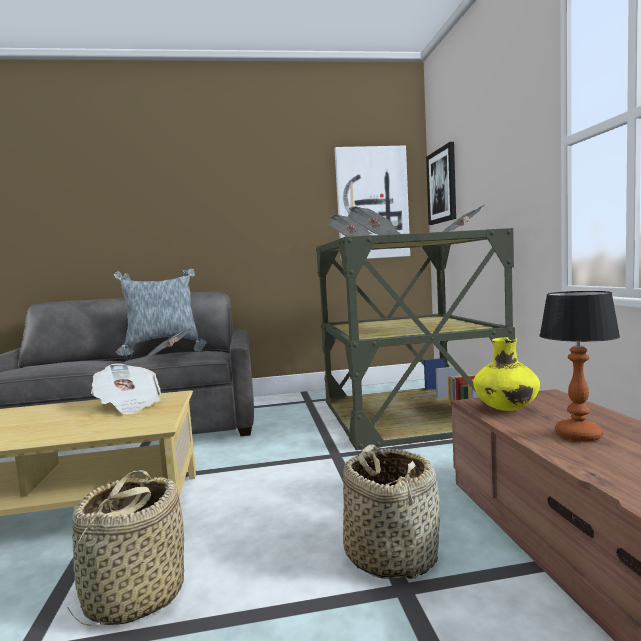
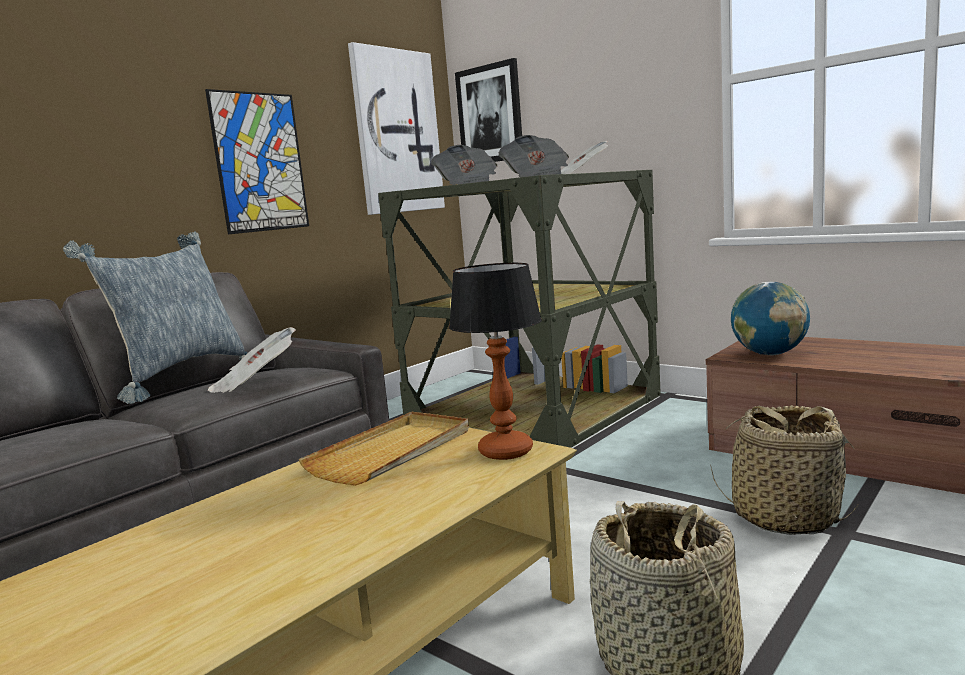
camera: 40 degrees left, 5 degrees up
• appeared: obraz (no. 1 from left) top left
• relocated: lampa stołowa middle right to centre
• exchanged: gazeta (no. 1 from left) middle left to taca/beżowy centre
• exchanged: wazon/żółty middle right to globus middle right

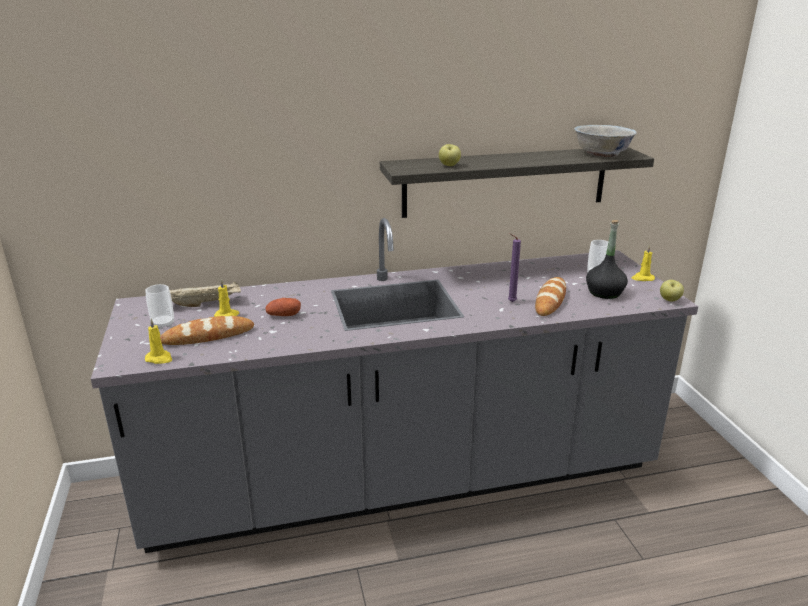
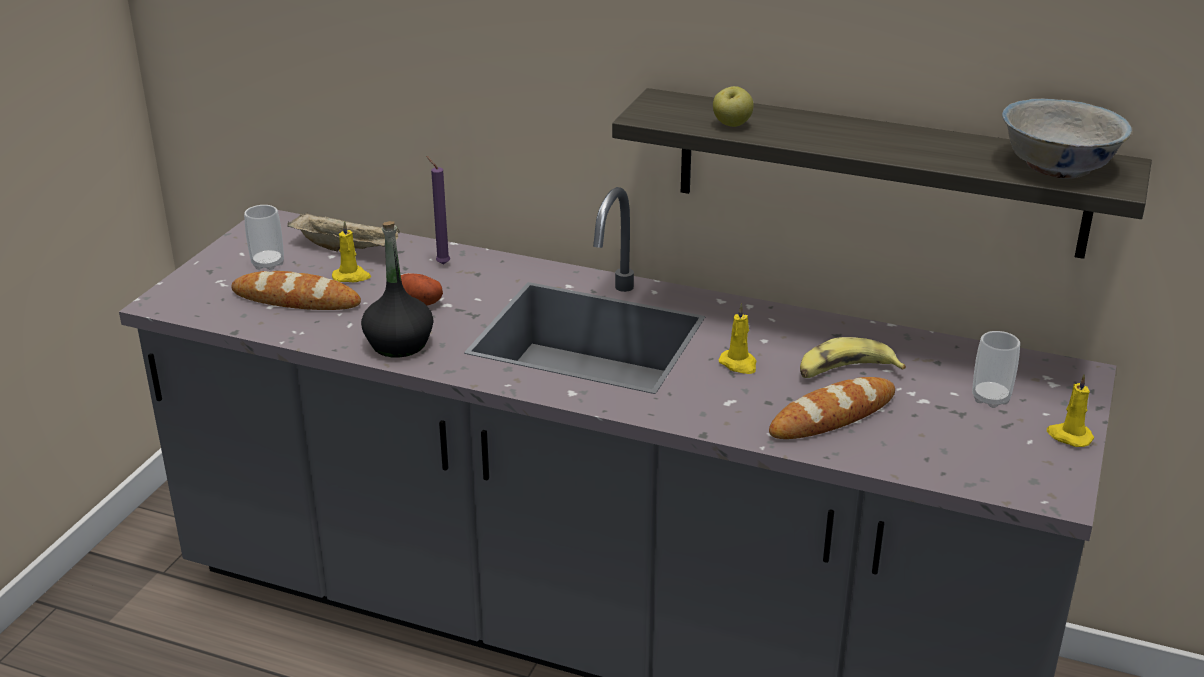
camera: 35 degrees right, 5 degrees up
• missing: jabłko (no. 2 from left) middle right
• appeared: banan middle right
• relocated: świeca/żółty (no. 1 from left in the first image) middle left to świeca/żółty (no. 2 from left) centre
• relocated: świeca/fioletowy centre to top centre
• relocated: butelka/czarny middle right to middle left

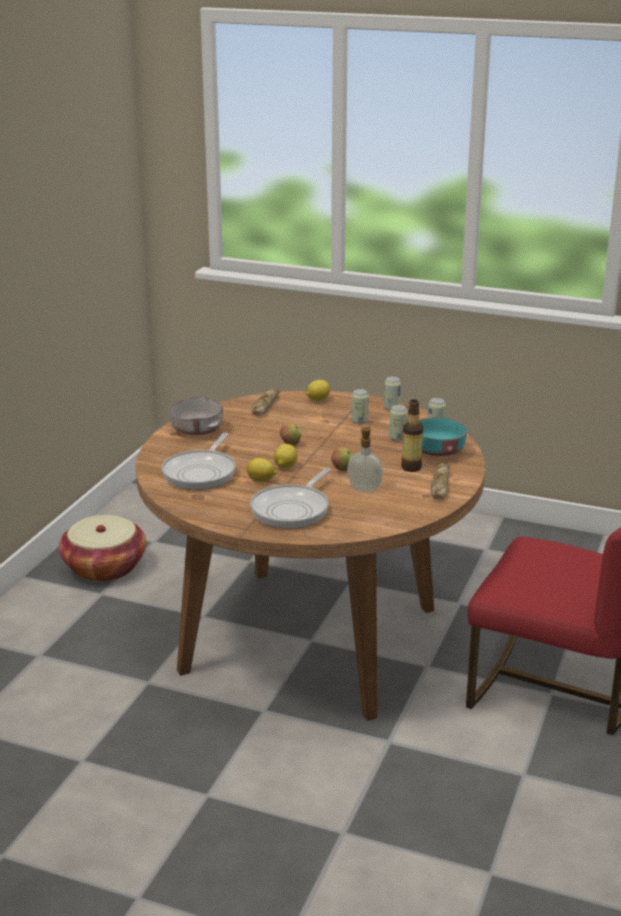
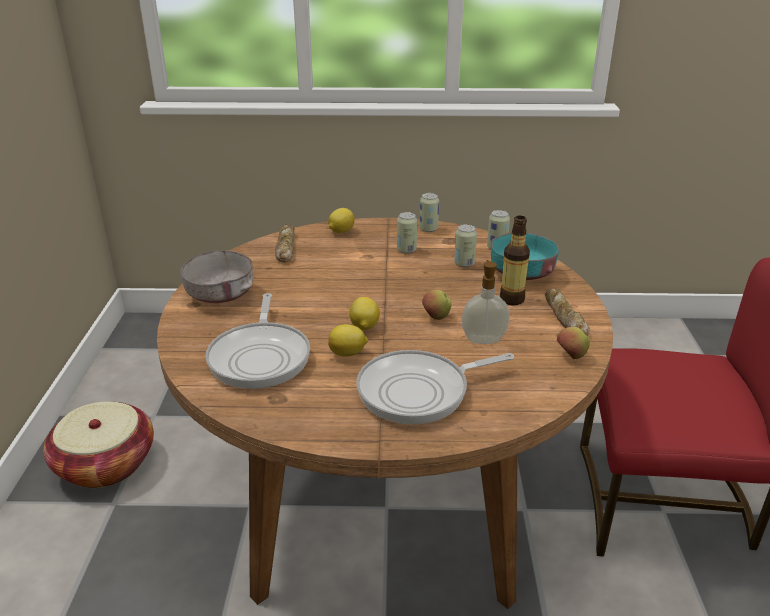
camera: 20 degrees left, 5 degrees up
• relocated: jabłko (no. 1 from left in the first image) centre to jabłko (no. 2 from left) middle right
• spun: patelnia (no. 2 from left) centre = centre 60 degrees clockwise

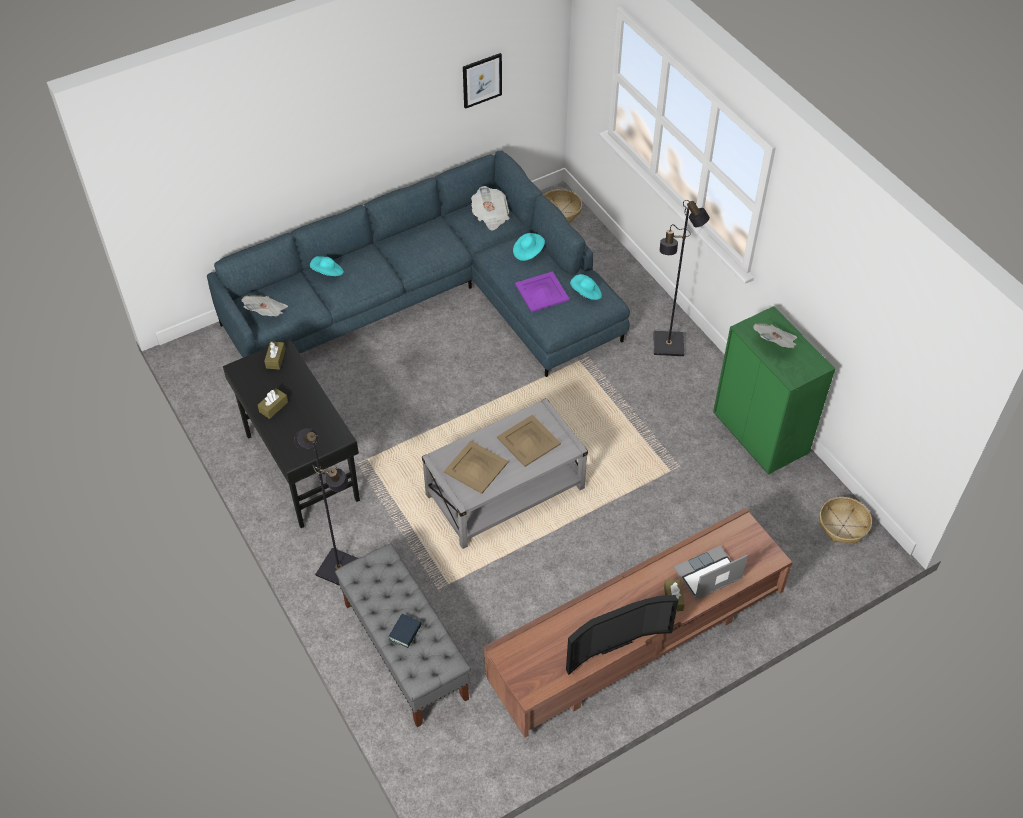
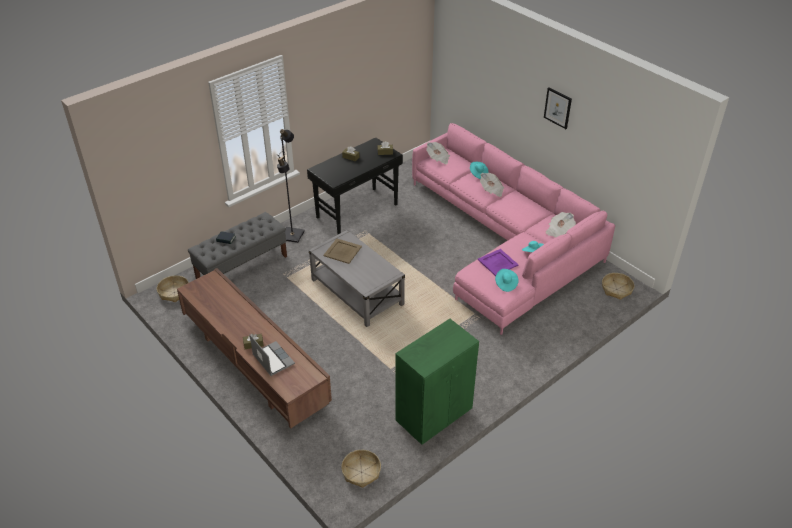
camera: 80 degrees right, 10 degrees down
• missing: taca/beżowy (no. 2 from left) centre
• missing: telewizor bottom centre
• missing: lampa stojąca/czarny (no. 2 from left) middle right
• appeared: koszyk (no. 1 from left) middle left
• relocated: obraz top centre to top right
• relocated: gazeta (no. 3 from left in the first image) middle right to gazeta (no. 2 from left) centre
• colour: kanapa/niebieski top centre to kanapa/różowy centre

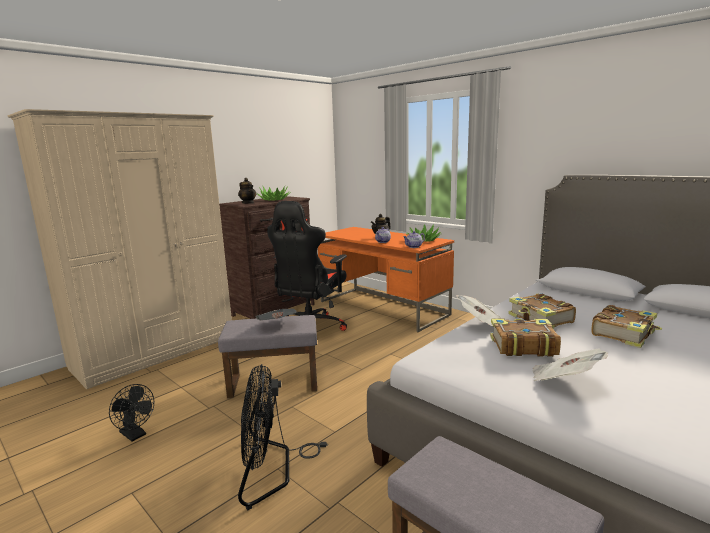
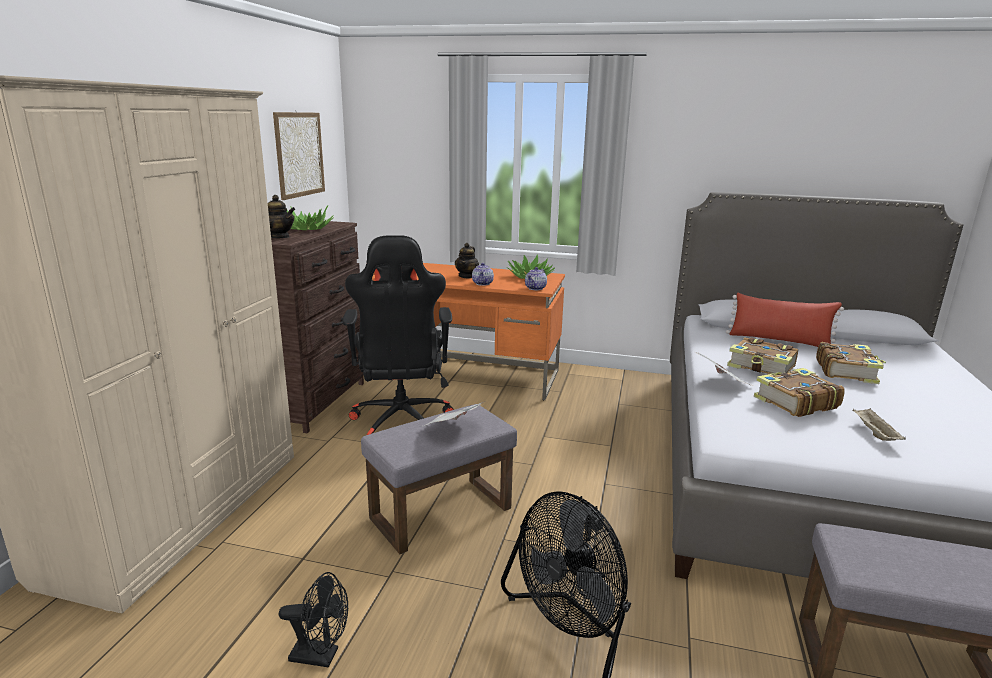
camera: 30 degrees left, 5 degrees up
• appeared: obraz top left
• appeared: poduszka/czerwony middle right
• exchanged: gazeta (no. 3 from left) bottom right to taca/beżowy middle right

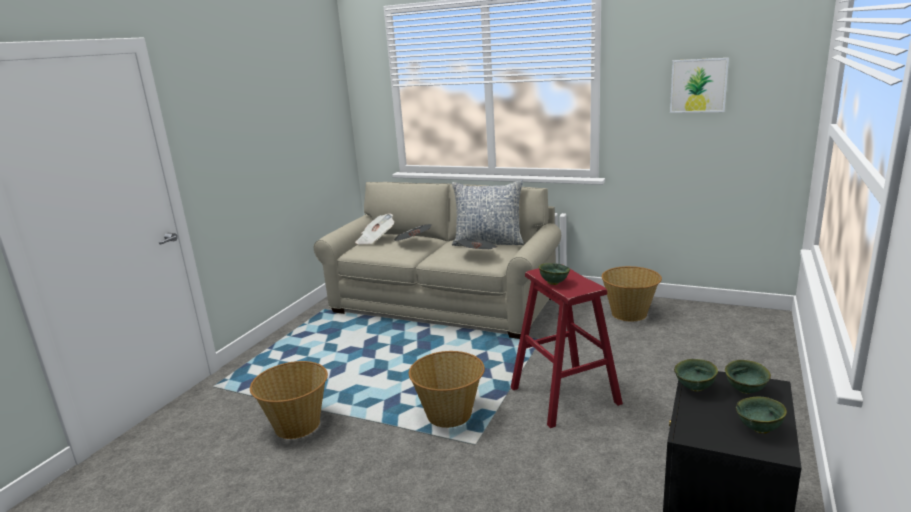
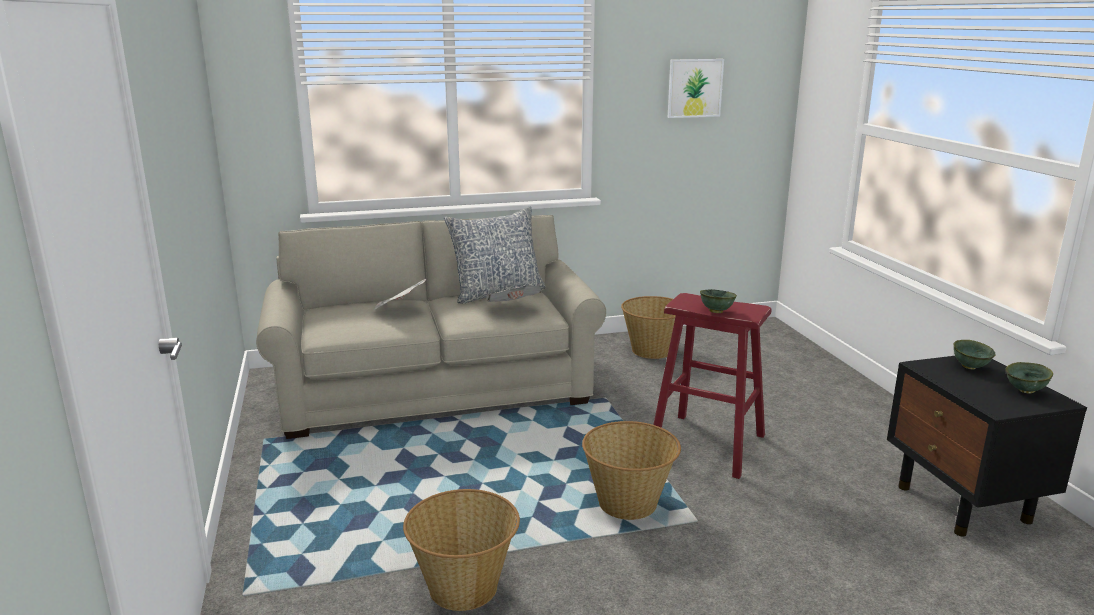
camera: 40 degrees left, 0 degrees up
• missing: gazeta (no. 1 from left) centre
• missing: miska/zielony (no. 2 from left) bottom right

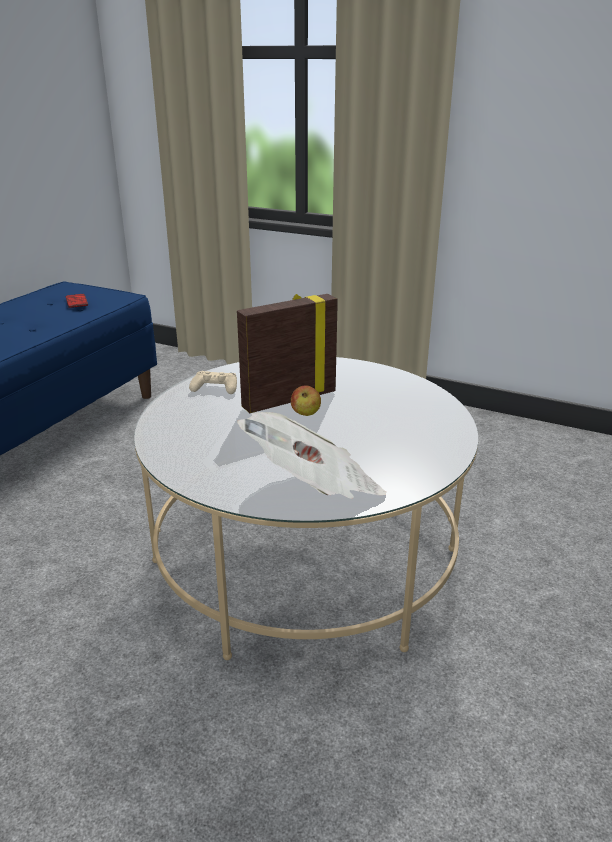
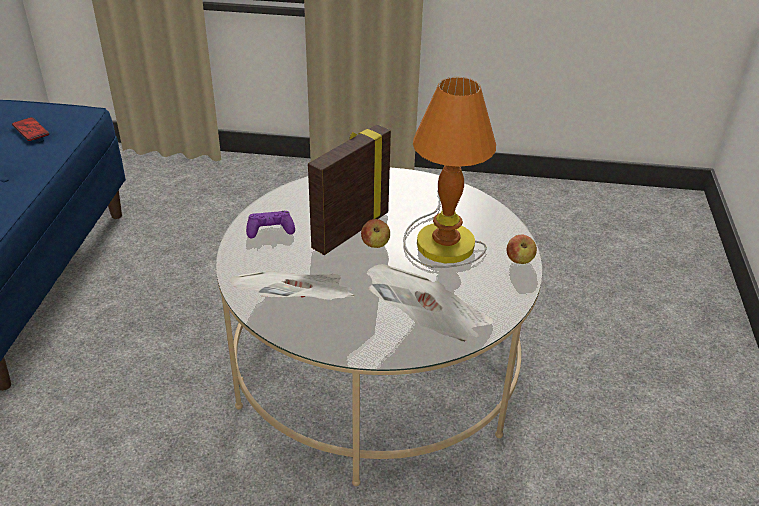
camera: 20 degrees left, 10 degrees up
• appeared: gazeta (no. 1 from left) centre
• appeared: lampa stołowa centre
• appeared: jabłko (no. 2 from left) middle right
• colour: pad do gier/beżowy centre to pad do gier/fioletowy centre

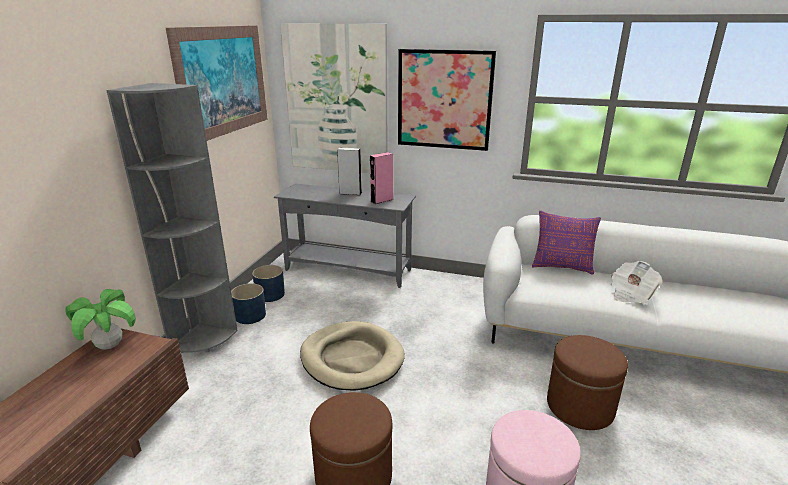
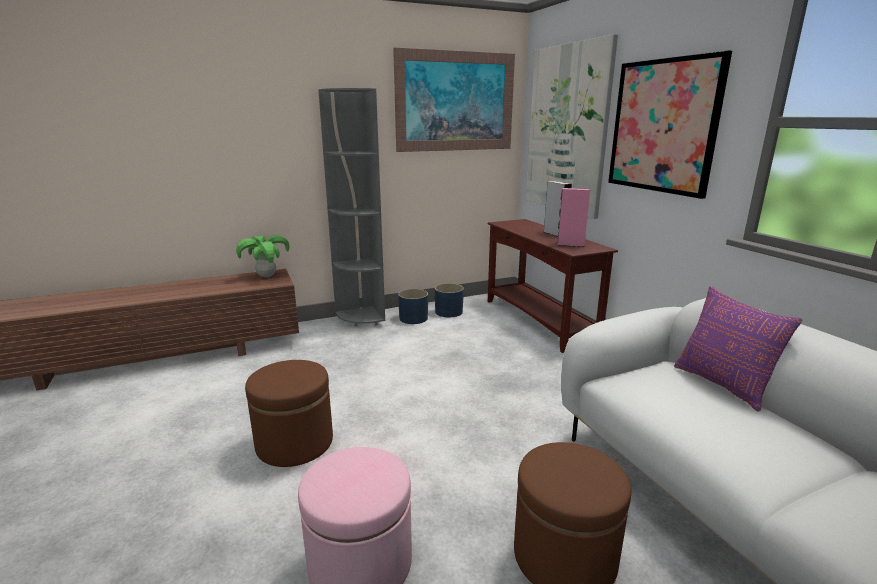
camera: 50 degrees right, 5 degrees down
• missing: legowisko/beżowy bottom centre
• missing: gazeta middle right
• colour: stolik konsolowy/szary centre to stolik konsolowy/brązowy centre

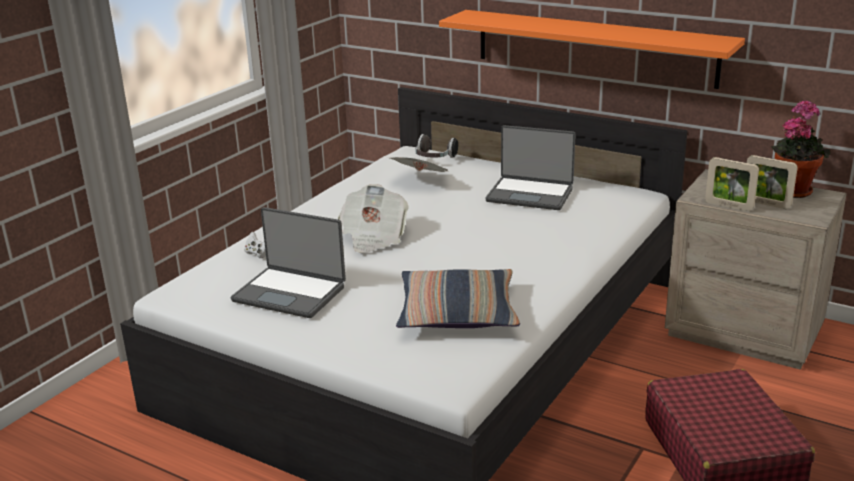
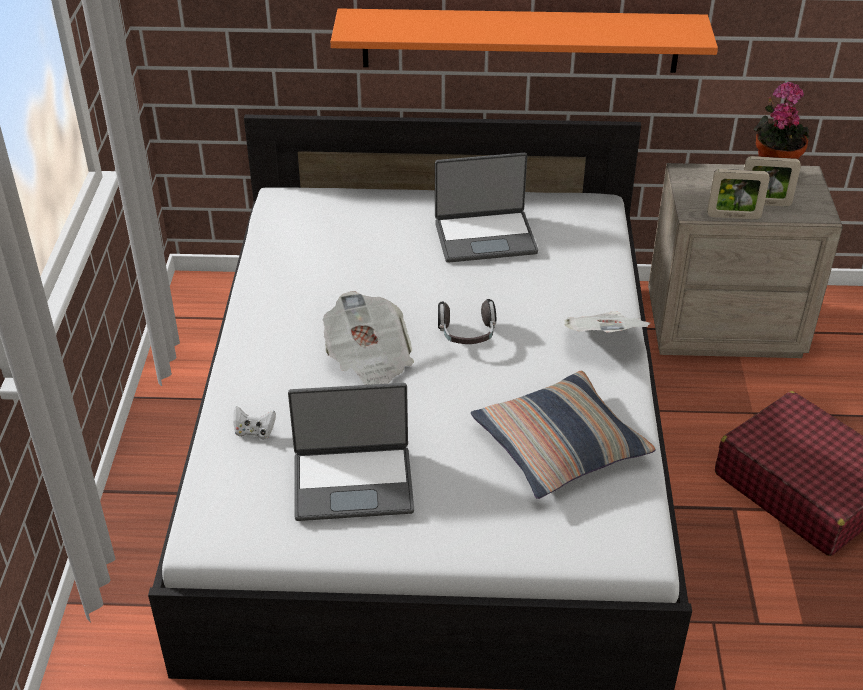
camera: 30 degrees left, 15 degrees up
• relocated: gazeta (no. 2 from left) centre to middle right
• relocated: słuchawki top centre to centre

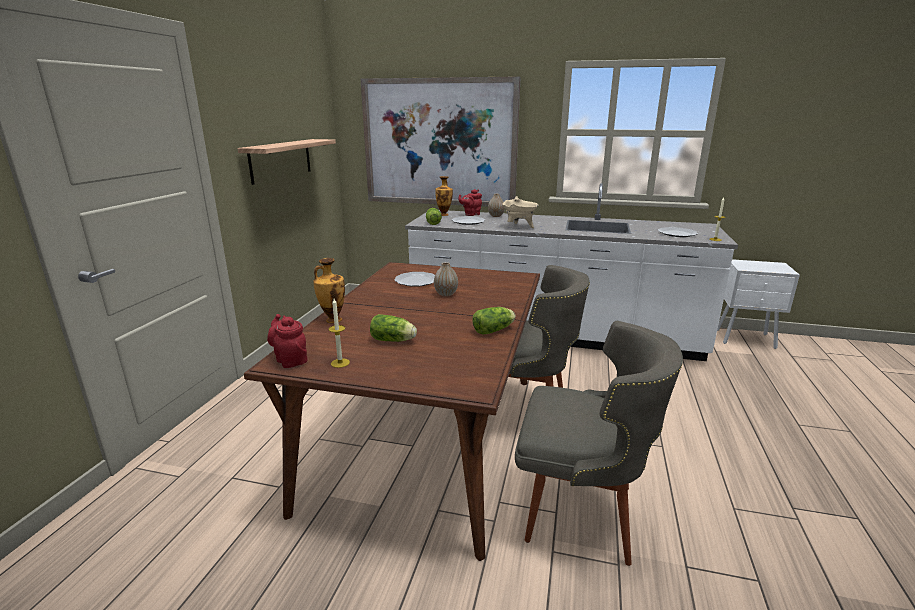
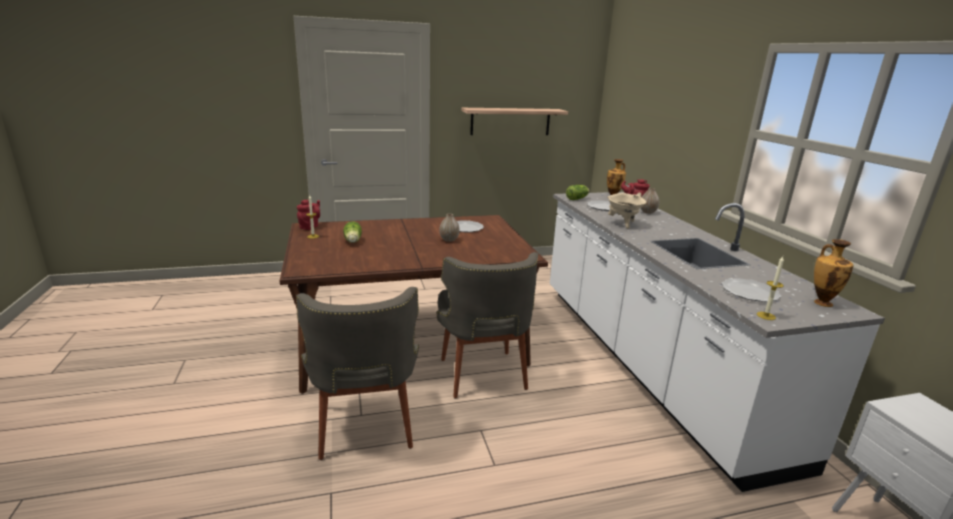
camera: 60 degrees right, 0 degrees up
• missing: obraz top centre
• missing: sałata (no. 3 from left) centre
• relocated: wazon (no. 1 from left in the first image) centre to wazon (no. 4 from left) middle right

